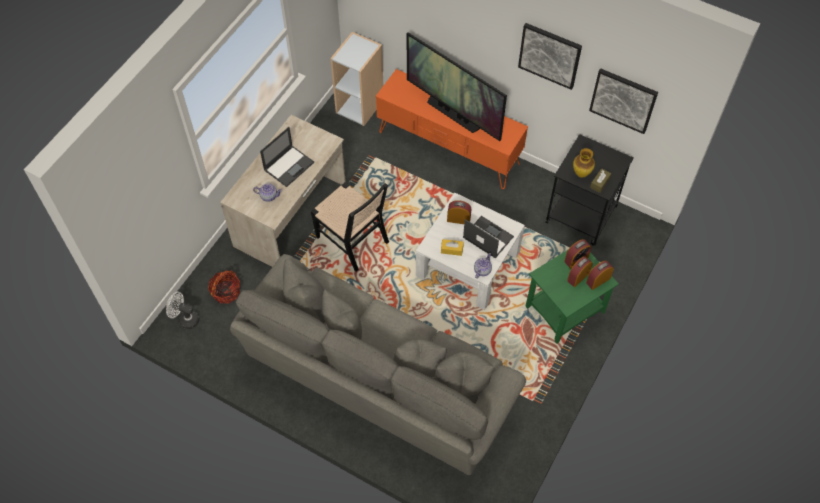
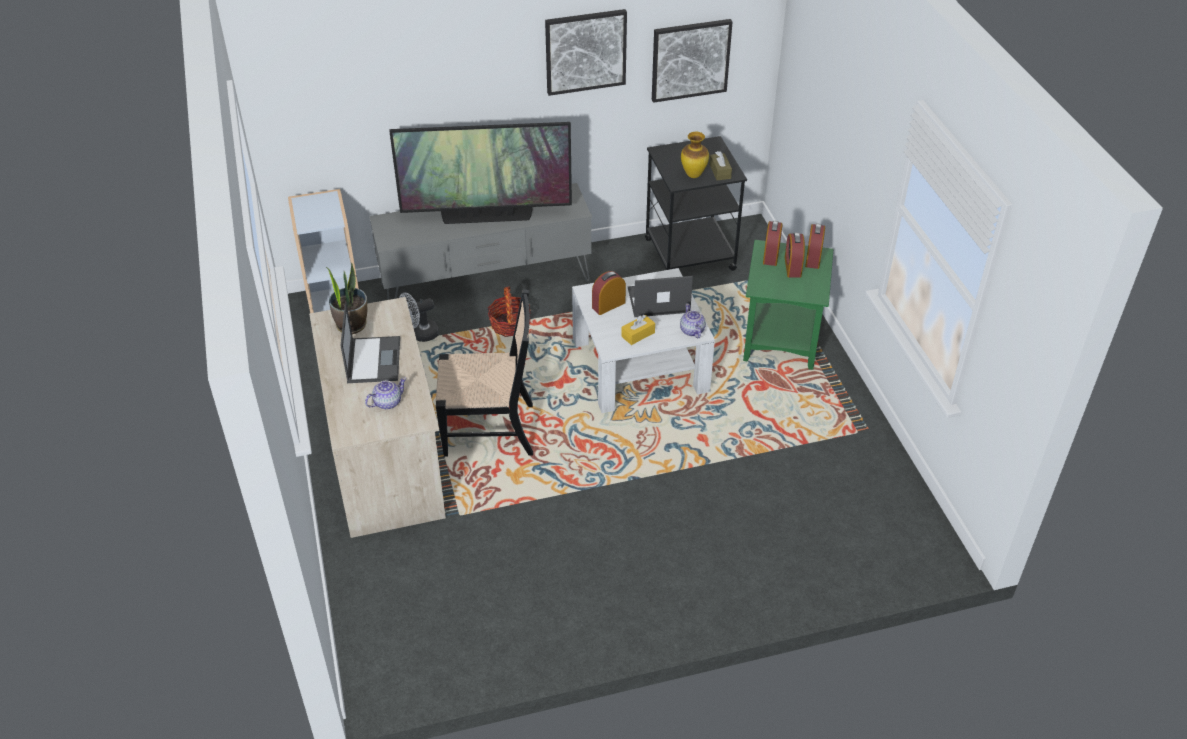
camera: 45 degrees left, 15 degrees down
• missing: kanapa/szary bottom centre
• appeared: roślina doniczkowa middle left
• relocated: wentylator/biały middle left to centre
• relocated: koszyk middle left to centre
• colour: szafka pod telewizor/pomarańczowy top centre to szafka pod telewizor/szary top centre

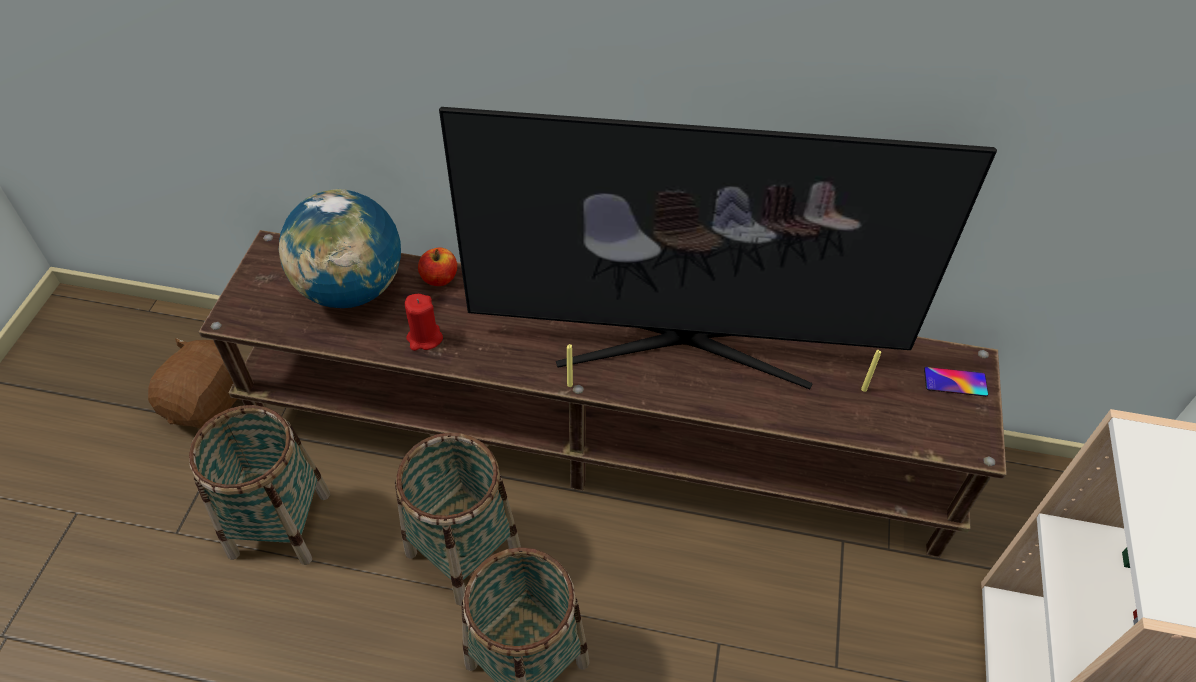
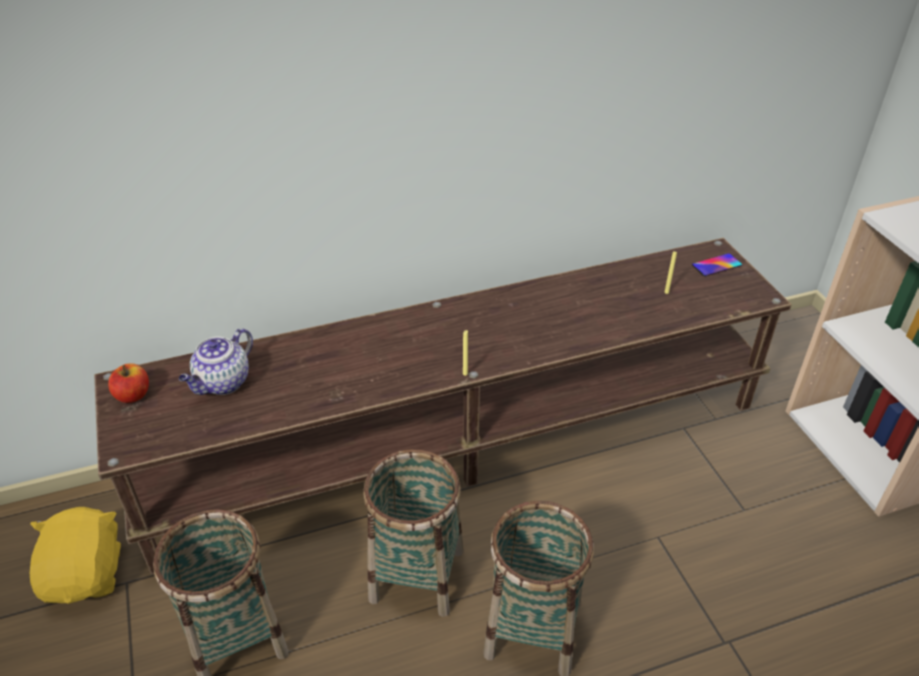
camera: 30 degrees left, 10 degrees down
• missing: świeca/czerwony centre
• missing: telewizor centre
• relocated: jabłko centre to middle left
• exchanged: globus middle left to imbryk middle left
• colour: pluszak/brązowy middle left to pluszak/żółty bottom left

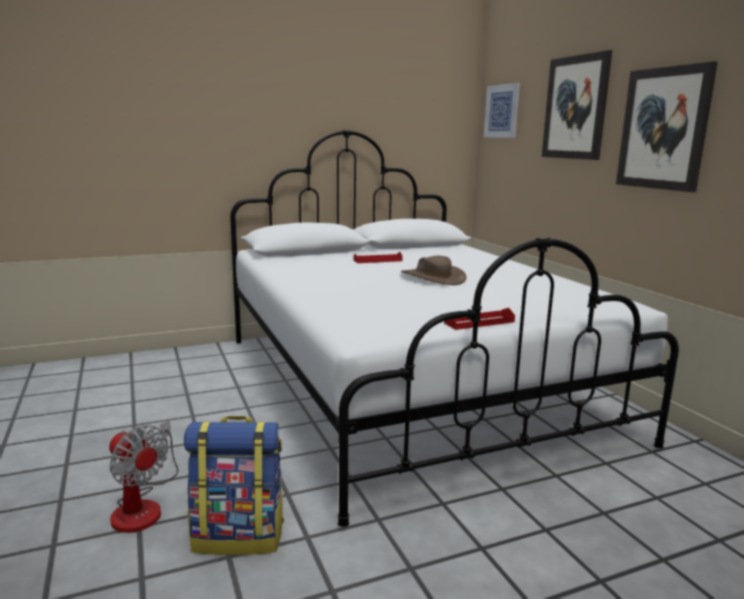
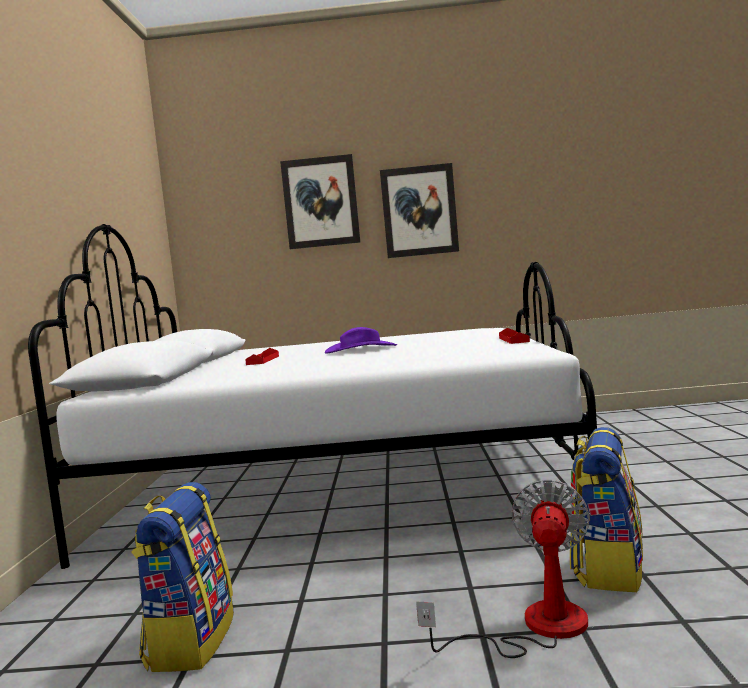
camera: 65 degrees left, 10 degrees down
• missing: obraz (no. 1 from left) top right
• appeared: plecak (no. 1 from left) bottom left
• colour: kapelusz/brązowy centre to kapelusz/fioletowy centre
• spun: wentylator bottom left = bottom right 45 degrees counterclockwise

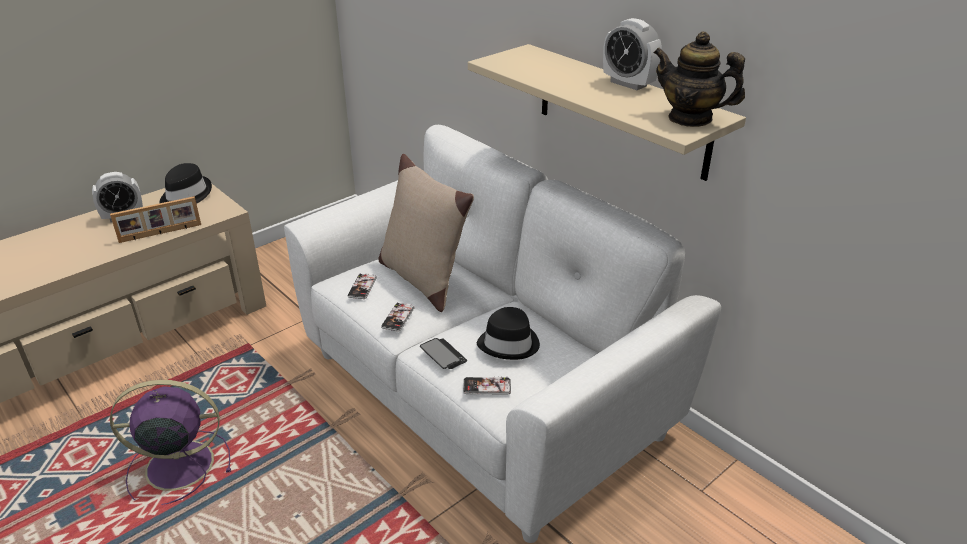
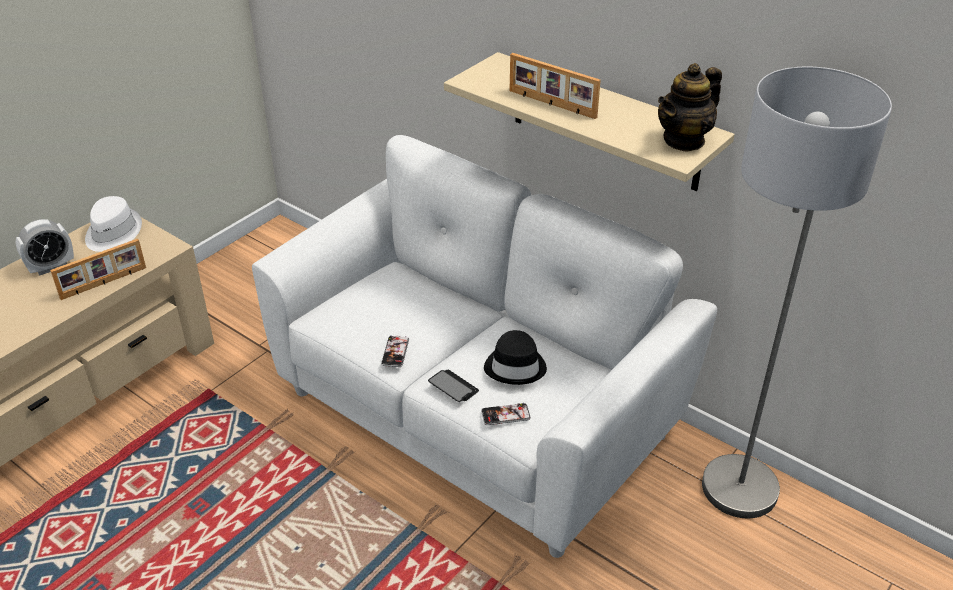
camera: 10 degrees left, 5 degrees up
• missing: wentylator/fioletowy bottom left
• missing: telefon (no. 1 from left) centre
• missing: poduszka/beżowy centre
• missing: budzik (no. 2 from left) top centre
• appeared: ramka na zdjęcie (no. 2 from left) top centre
• appeared: lampa stojąca/szary middle right
• colour: kapelusz/czarny (no. 1 from left) middle left to kapelusz/biały middle left
• spun: imbryk top right = top right 60 degrees counterclockwise

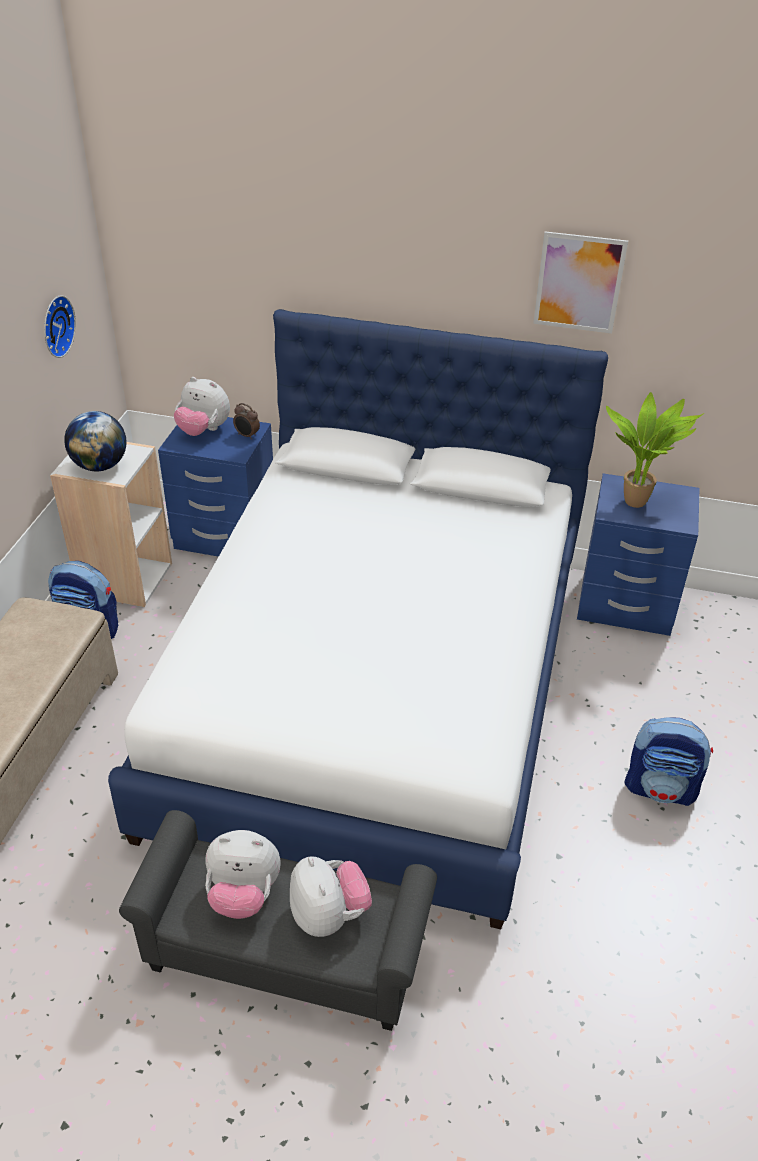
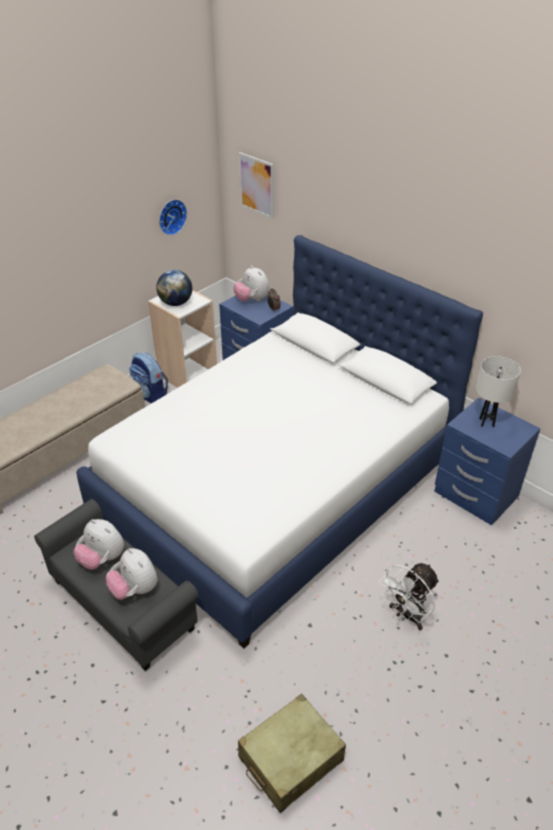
camera: 30 degrees right, 0 degrees up
• appeared: walizka/beżowy bottom centre
• relocated: obraz top right to top centre
• exchanged: roślina doniczkowa middle right to lampa stołowa/biały middle right
• exchanged: plecak (no. 2 from left) middle right to wentylator/biały bottom right
• spun: pluszak (no. 3 from left in the first image) bottom centre = bottom left 135 degrees clockwise

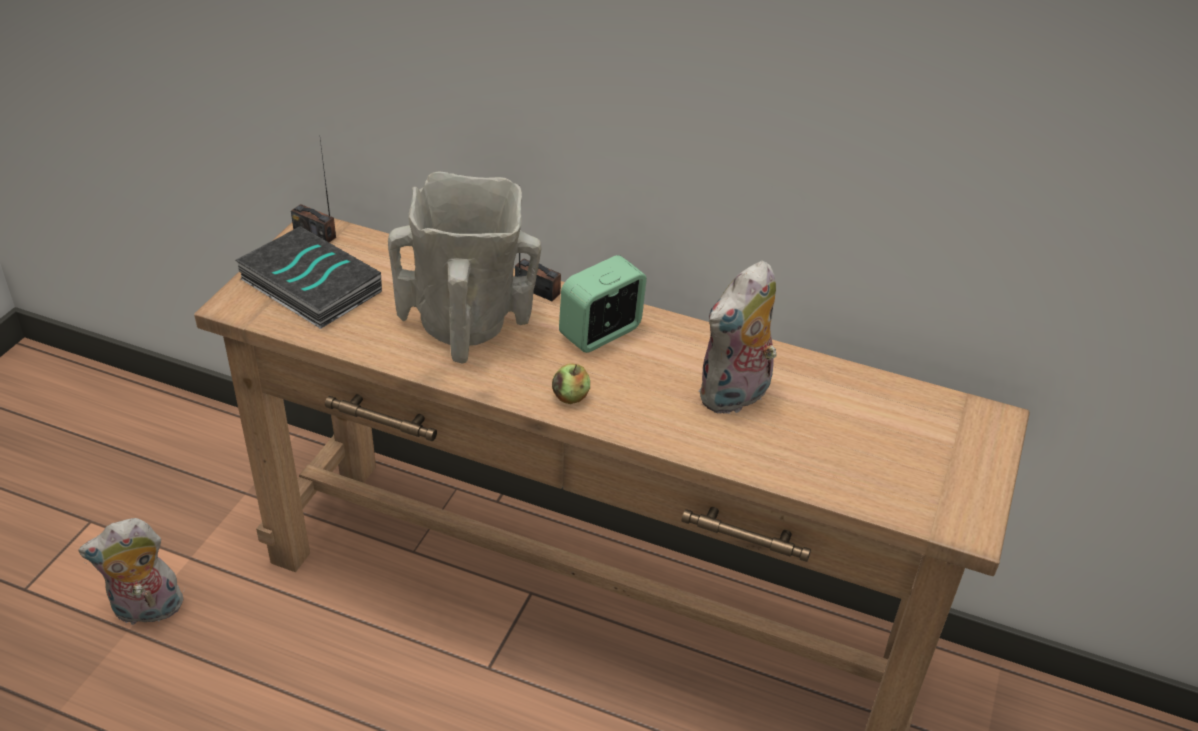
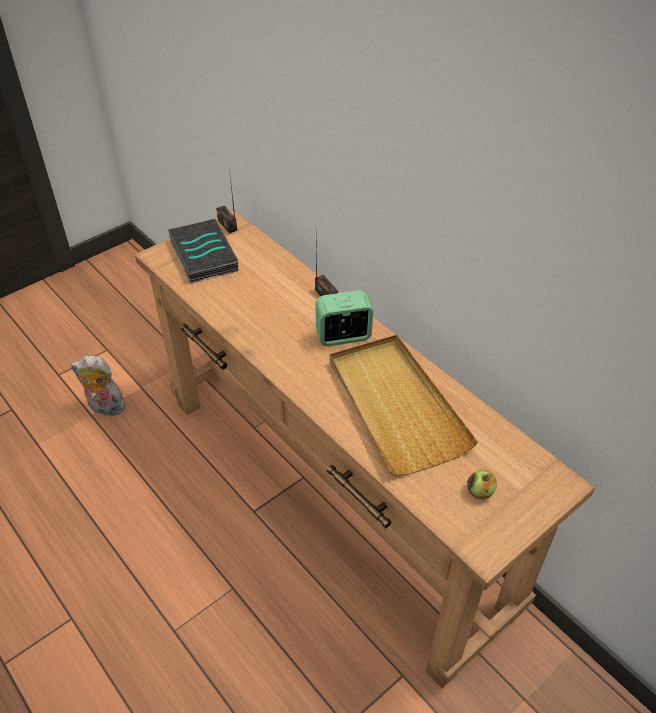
camera: 30 degrees right, 5 degrees up
• missing: wazon/beżowy centre
• relocated: jabłko centre to bottom right
• exchanged: pluszak (no. 2 from left) centre to taca/beżowy centre

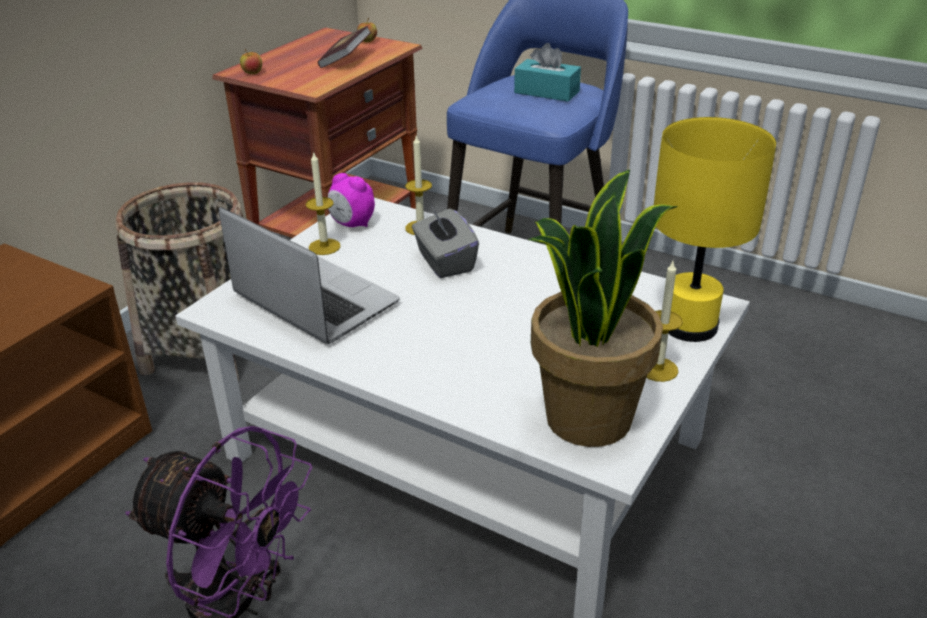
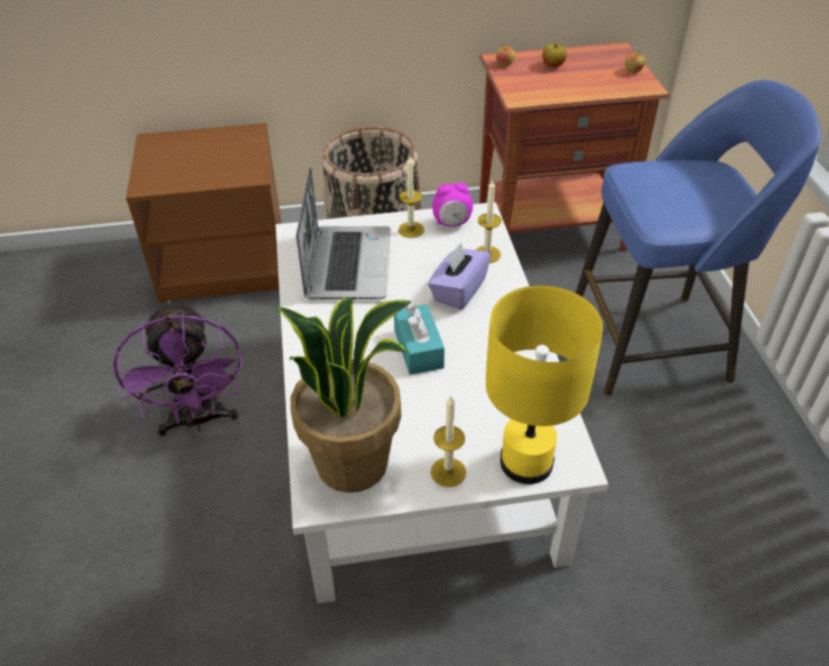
camera: 50 degrees right, 10 degrees up
• missing: książka top centre
• appeared: jabłko (no. 2 from left) top right
• relocated: pudełko chusteczek/turkusowy top centre to centre
• colour: pudełko chusteczek/szary centre to pudełko chusteczek/fioletowy centre
• spun: budzik top centre = top centre 90 degrees counterclockwise

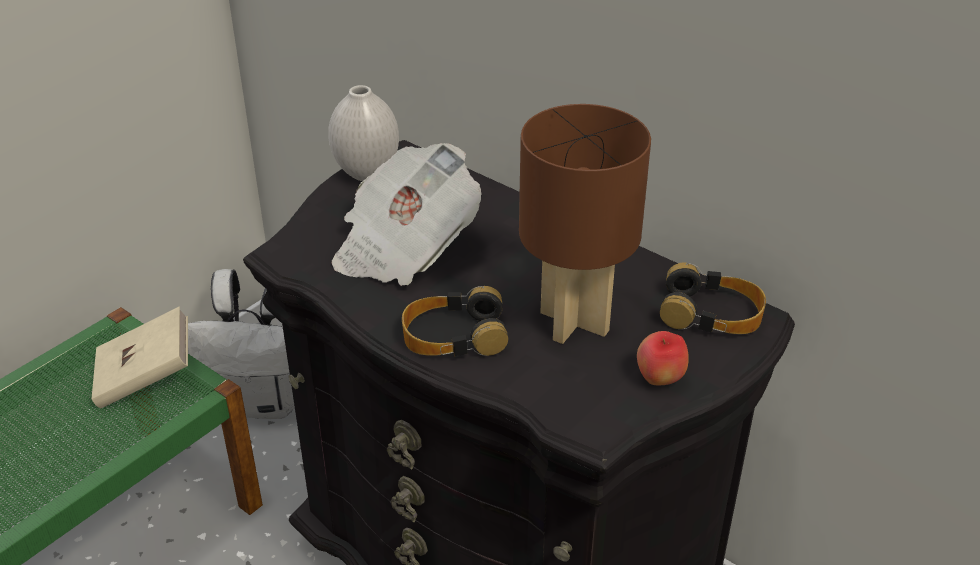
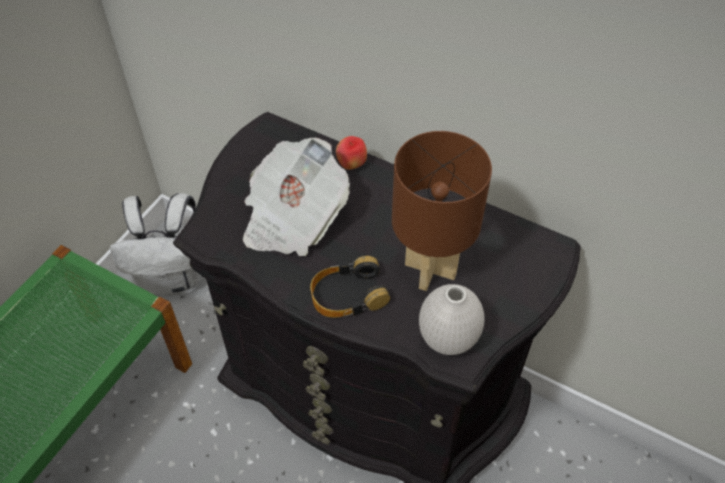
camera: 10 degrees left, 15 degrees up
• missing: książka/beżowy middle left
• missing: słuchawki (no. 2 from left) middle right
• relocated: wazon/biały top centre to centre
• relocated: jabłko middle right to top centre

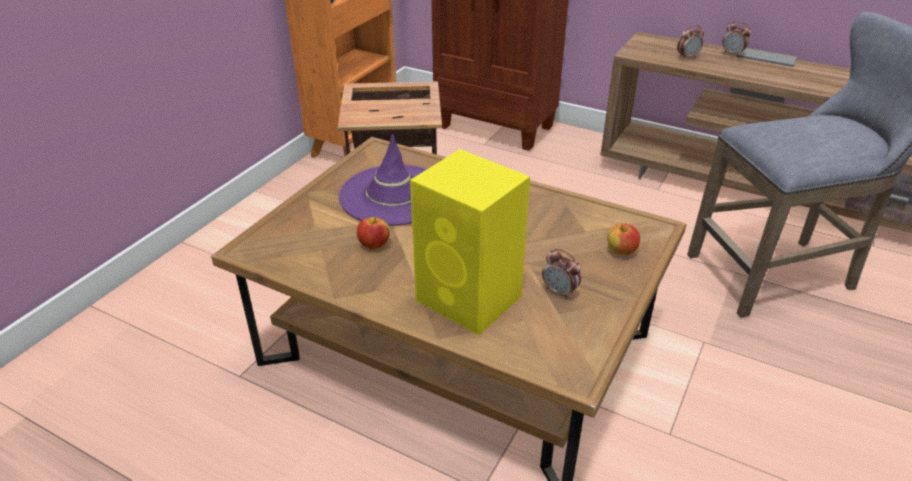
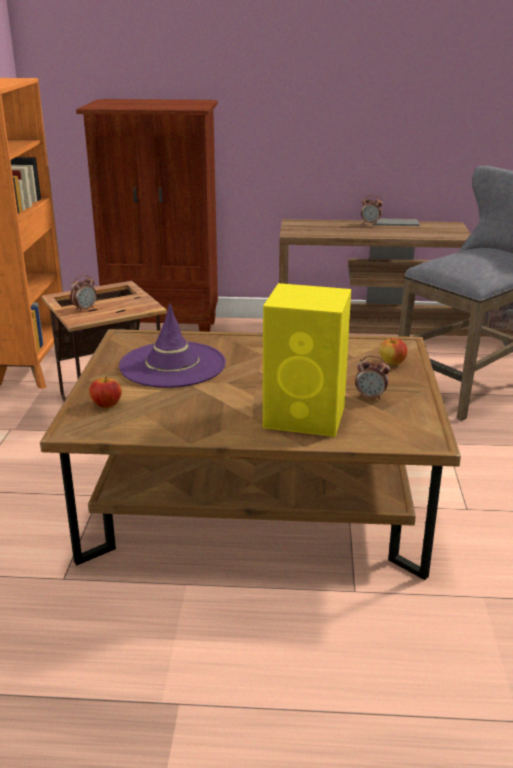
camera: 25 degrees left, 10 degrees down
• relocated: jabłko (no. 1 from left) centre to middle left
• relocated: budzik (no. 2 from left in the first image) top right to budzik (no. 1 from left) middle left

